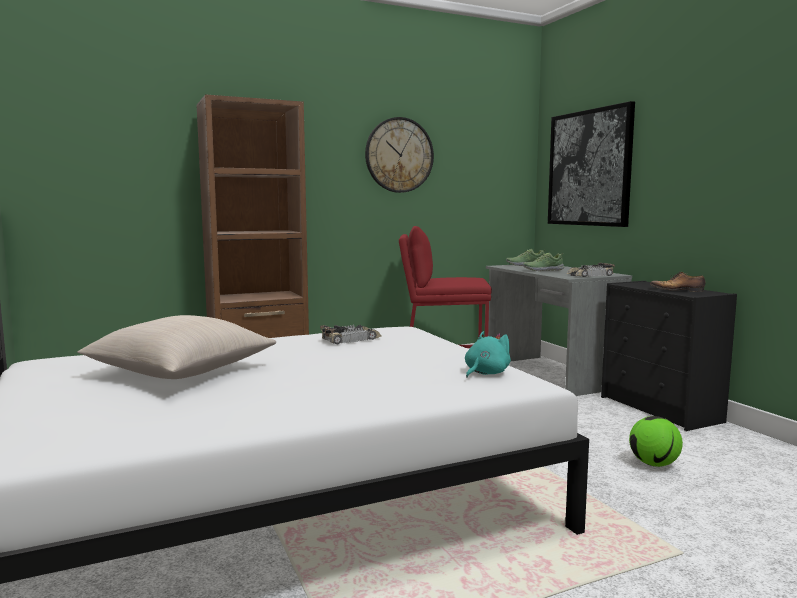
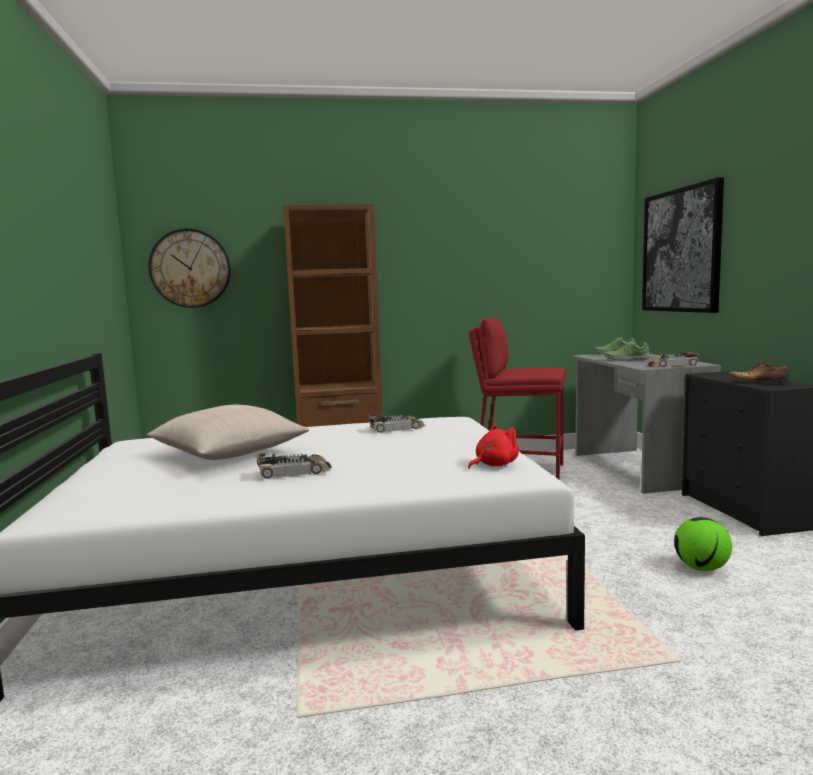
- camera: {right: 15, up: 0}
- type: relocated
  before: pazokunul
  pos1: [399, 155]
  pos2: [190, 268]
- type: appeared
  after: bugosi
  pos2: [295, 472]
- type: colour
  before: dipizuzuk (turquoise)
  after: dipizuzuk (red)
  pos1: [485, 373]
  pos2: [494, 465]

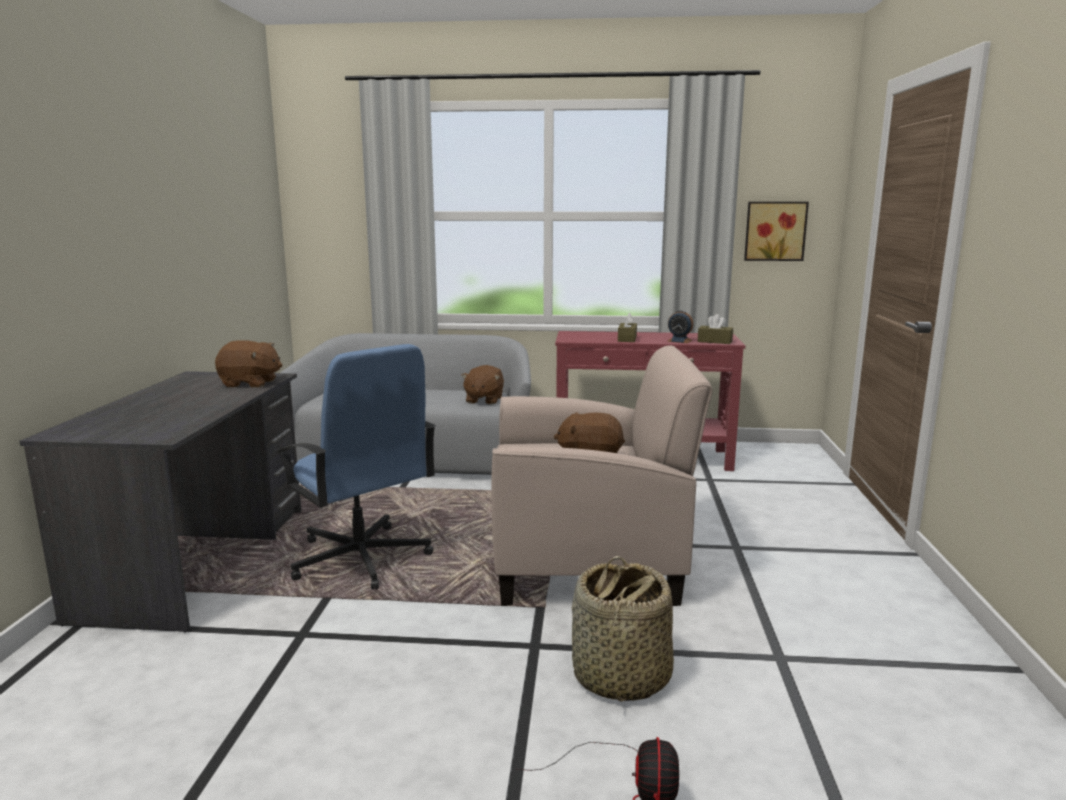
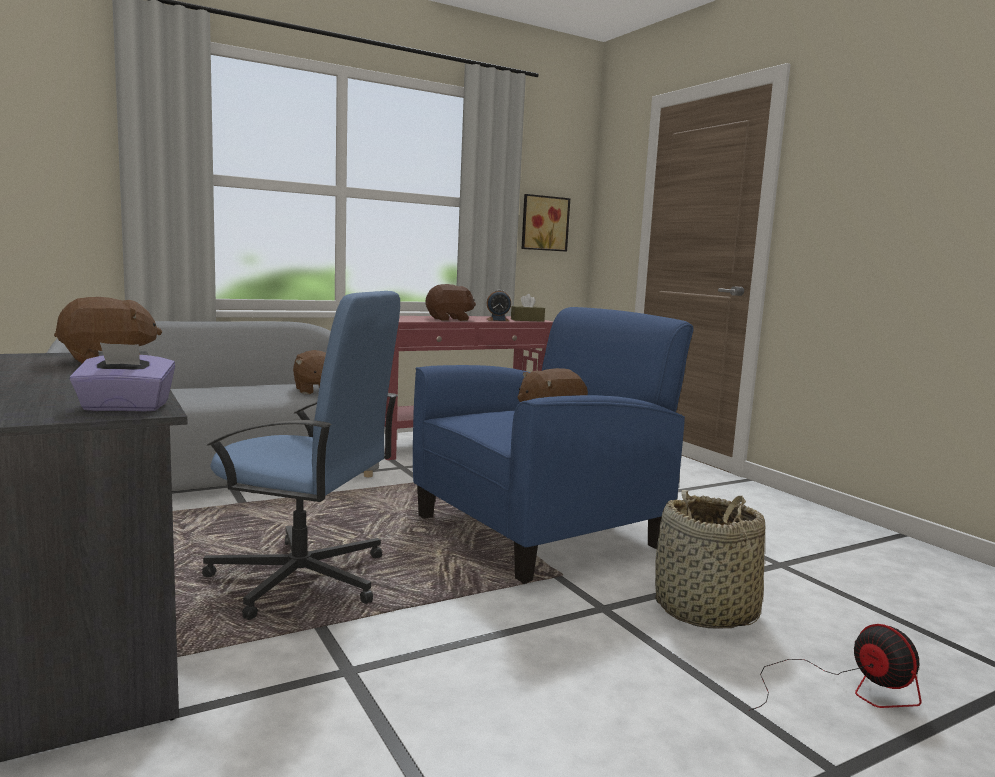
- camera: {right: -35, up: -5}
- type: appeared
  after: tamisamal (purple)
  pos2: [125, 407]
- type: colour
  before: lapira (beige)
  after: lapira (blue)
  pos1: [588, 561]
  pos2: [540, 531]
- type: exchanged
  before: tamisamal (brown)
  after: dipizuzuk (brown)
  pos1: [627, 339]
  pos2: [449, 319]

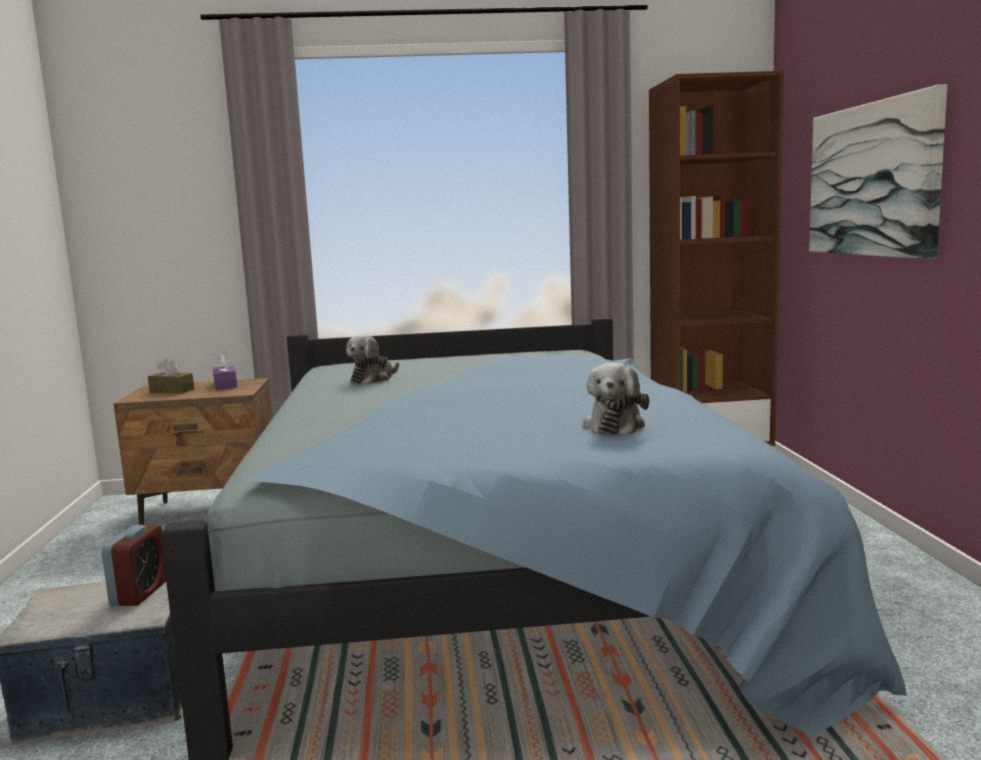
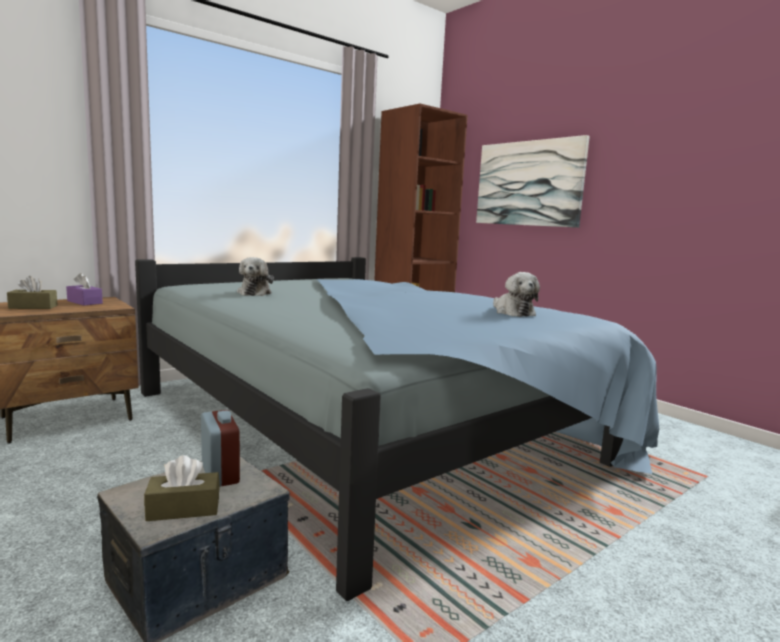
- camera: {right: -35, up: 0}
- type: appeared
  after: tamisamal (brown)
  pos2: [183, 509]

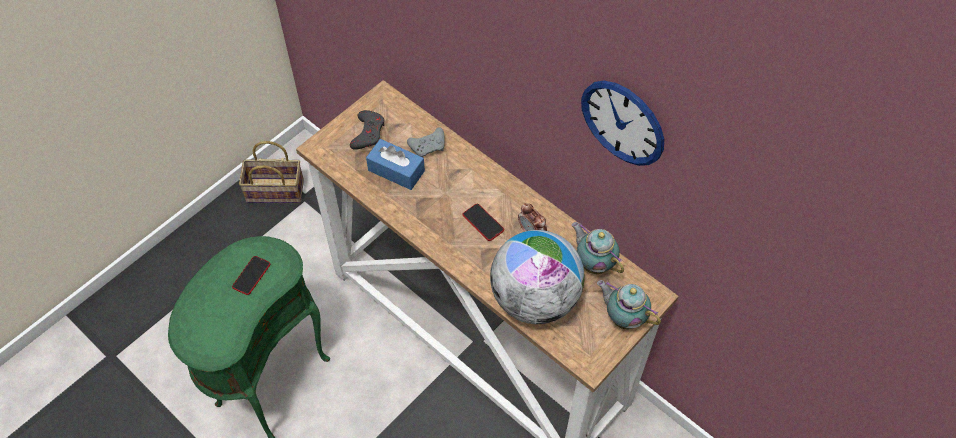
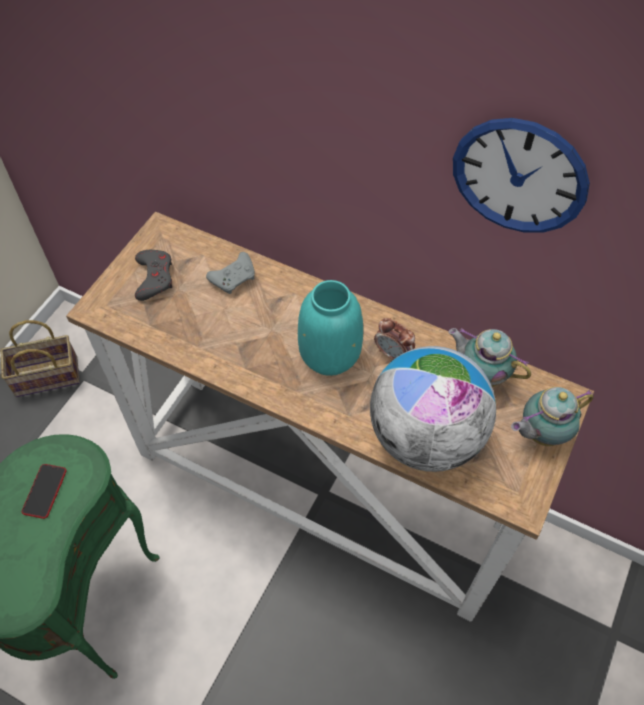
- camera: {right: -15, up: 0}
- type: exchanged
  before: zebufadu
  after: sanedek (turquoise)
  pos1: [483, 222]
  pos2: [330, 355]
- type: spun
  before: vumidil
  pos1: [623, 317]
  pos2: [540, 433]
  turn: -45
- type: missing
  before: tamisamal (blue)
  pos1: [396, 170]

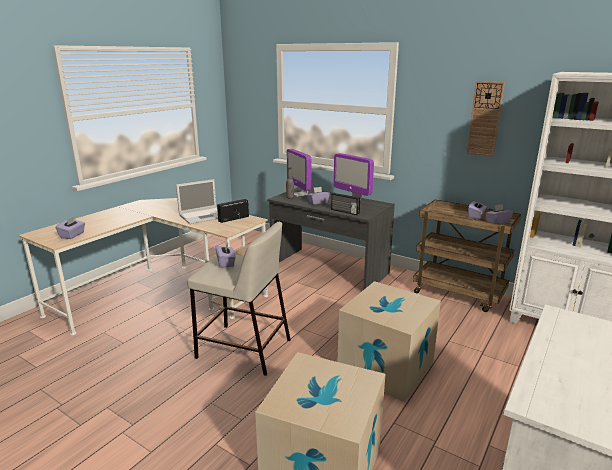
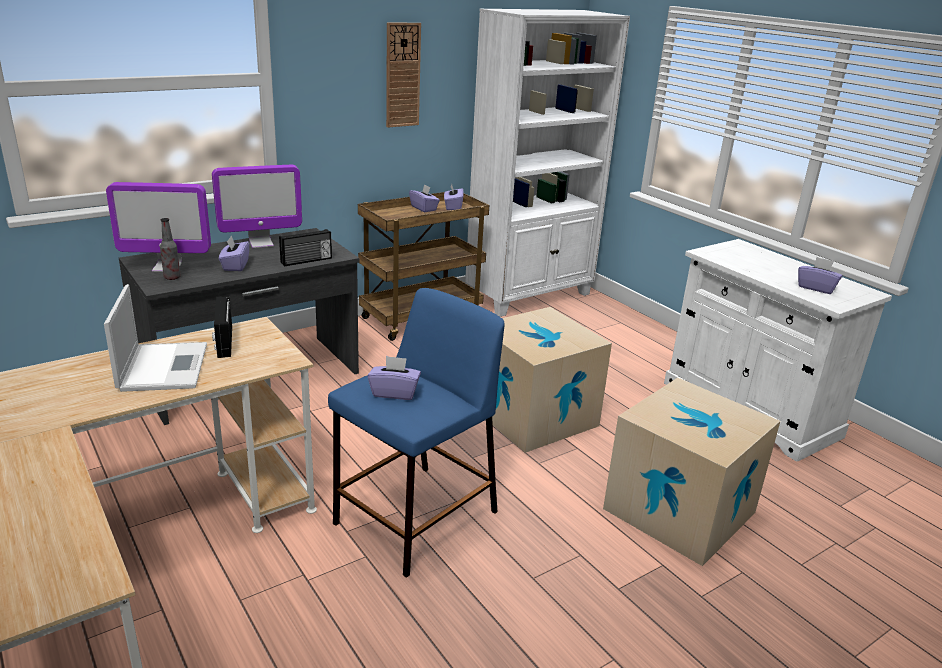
- camera: {right: -70, up: 5}
- type: colour
  before: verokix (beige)
  after: verokix (blue)
  pos1: [242, 348]
  pos2: [415, 519]
- type: relocated
  before: tamisamal (purple)
  pos1: [72, 235]
  pos2: [816, 288]

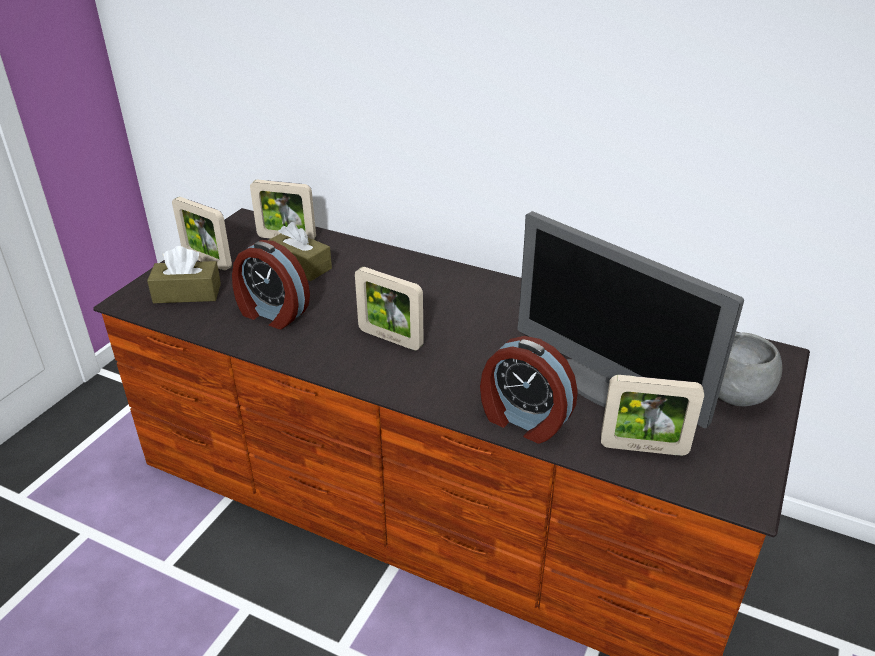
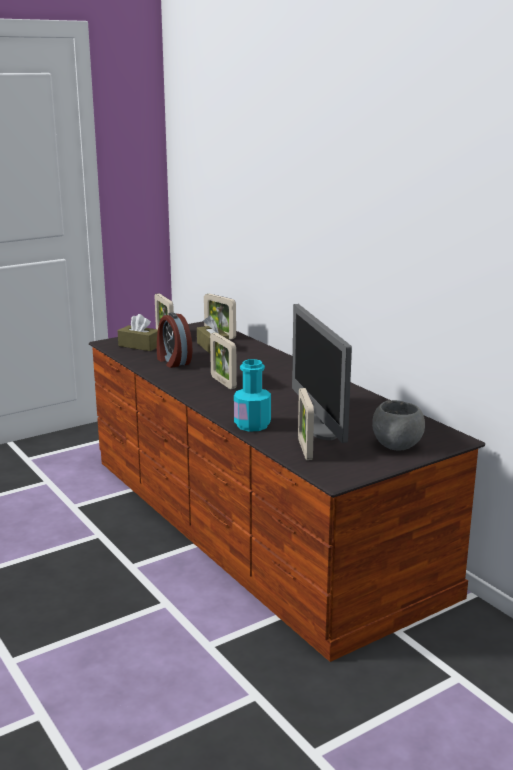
- camera: {right: 30, up: -15}
- type: exchanged
  before: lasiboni
  after: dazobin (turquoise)
  pos1: [523, 420]
  pos2: [252, 425]
- type: spun
  before: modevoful
  pos1: [643, 448]
  pos2: [305, 449]
  turn: 45

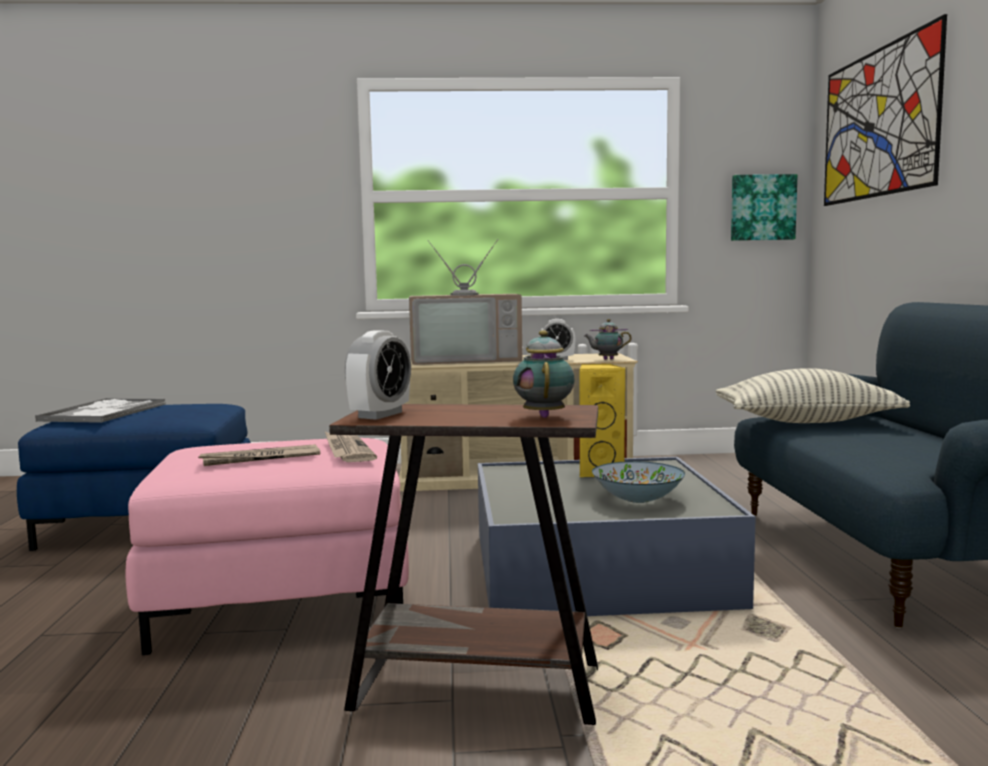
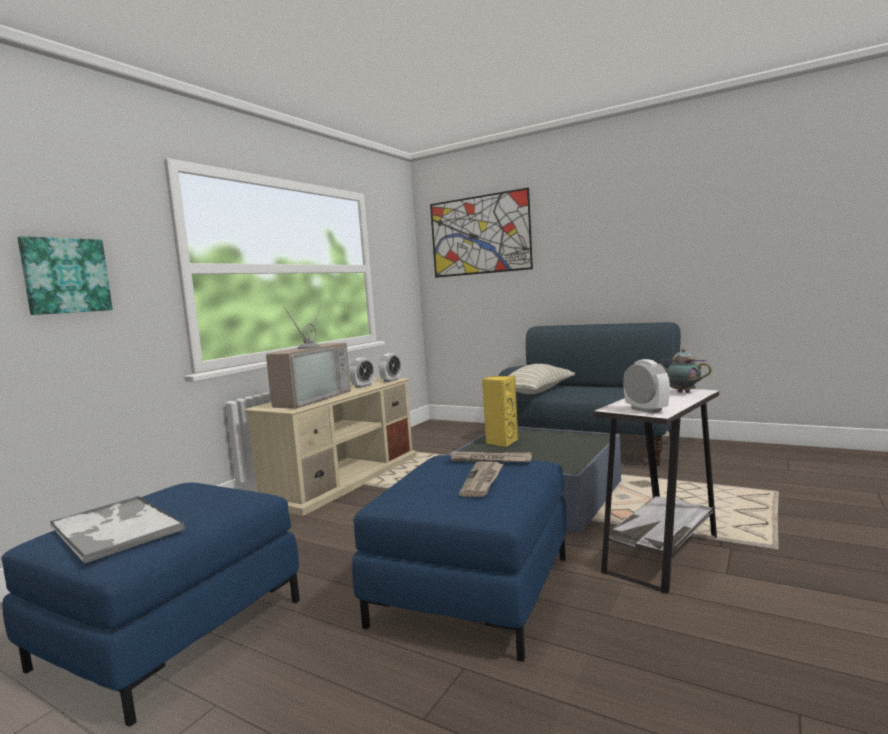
- camera: {right: -55, up: 0}
- type: relocated
  before: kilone
  pos1: [762, 207]
  pos2: [65, 276]
- type: colour
  before: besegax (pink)
  after: besegax (blue)
  pos1: [283, 598]
  pos2: [472, 590]
- type: exchanged
  before: vumidil
  after: lasiboni
  pos1: [606, 359]
  pos2: [391, 380]
- type: colour
  before: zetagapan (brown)
  after: zetagapan (white)
  pos1: [476, 689]
  pos2: [661, 554]
- type: missing
  before: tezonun
  pos1: [638, 499]

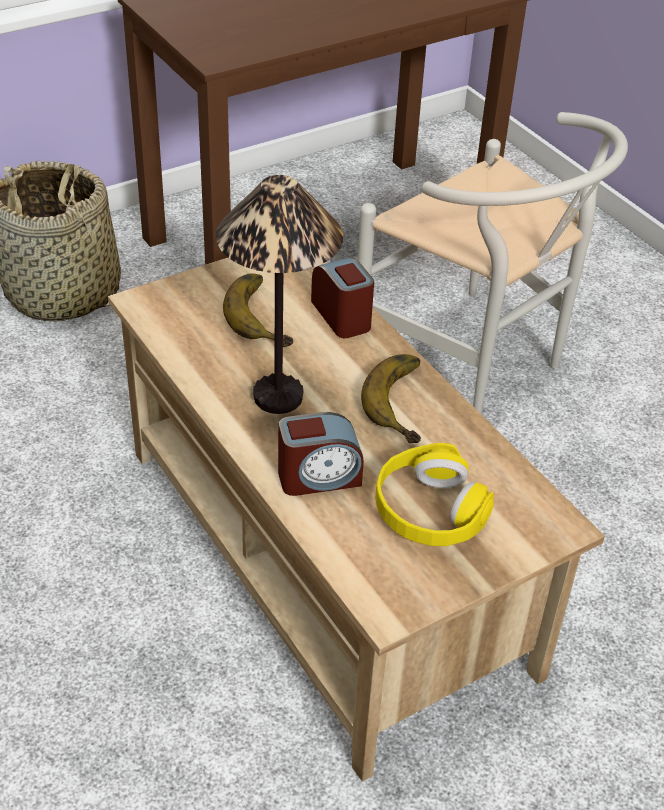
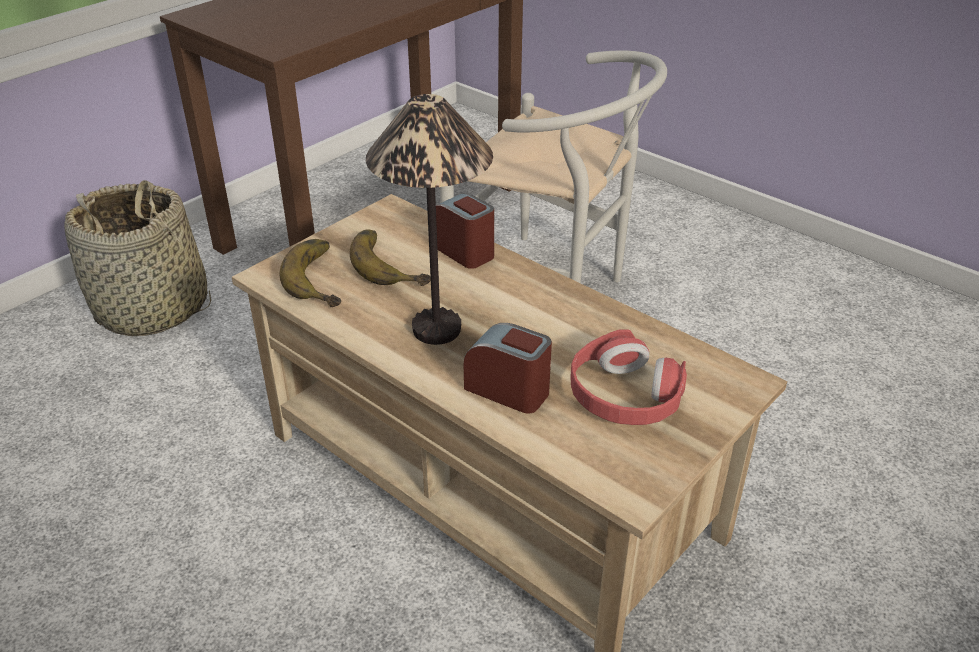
- camera: {right: -15, up: -5}
- type: relocated
  before: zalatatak
  pos1: [407, 402]
  pos2: [324, 277]
- type: spun
  before: lasiboni
  pos1: [319, 477]
  pos2: [508, 390]
  turn: -120
- type: colour
  before: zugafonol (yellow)
  after: zugafonol (red)
  pos1: [429, 510]
  pos2: [624, 395]

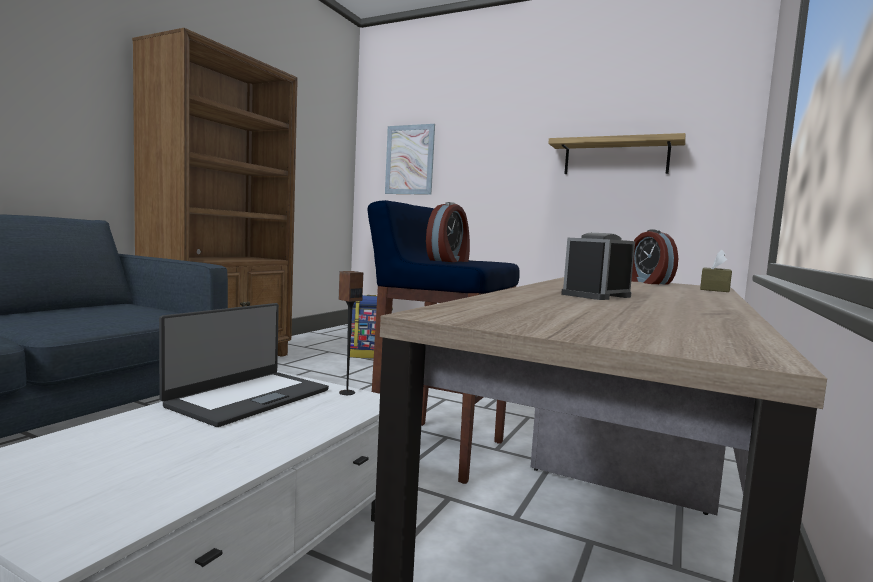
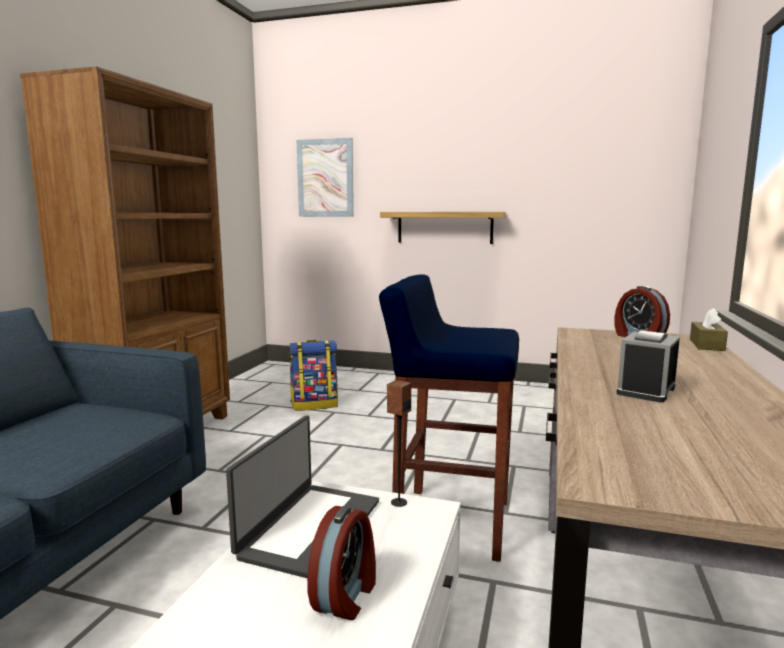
- camera: {right: -10, up: 5}
- type: relocated
  before: lasiboni
  pos1: [449, 260]
  pos2: [346, 596]
- type: relocated
  before: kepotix
  pos1: [615, 157]
  pos2: [444, 227]

